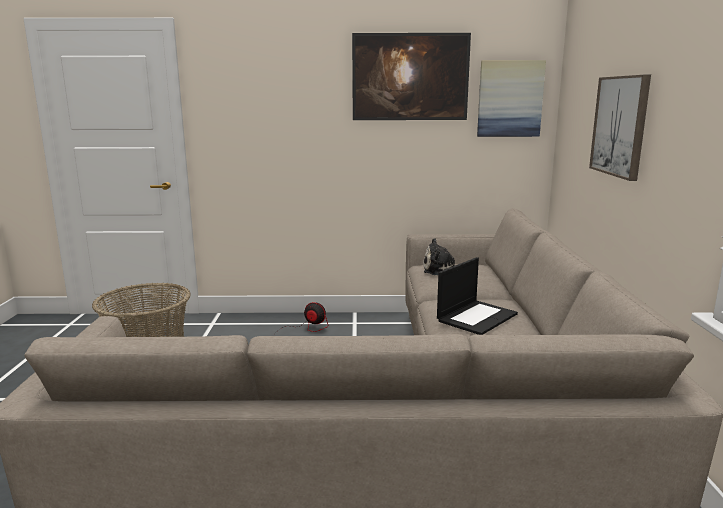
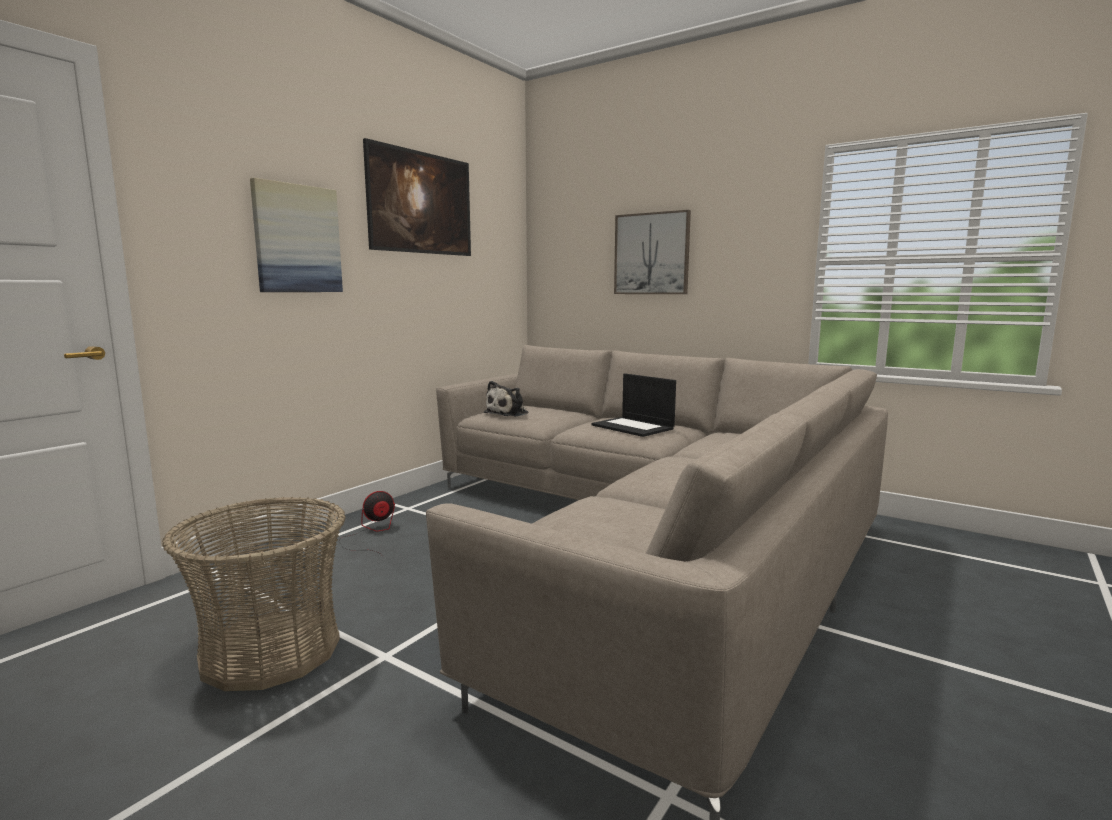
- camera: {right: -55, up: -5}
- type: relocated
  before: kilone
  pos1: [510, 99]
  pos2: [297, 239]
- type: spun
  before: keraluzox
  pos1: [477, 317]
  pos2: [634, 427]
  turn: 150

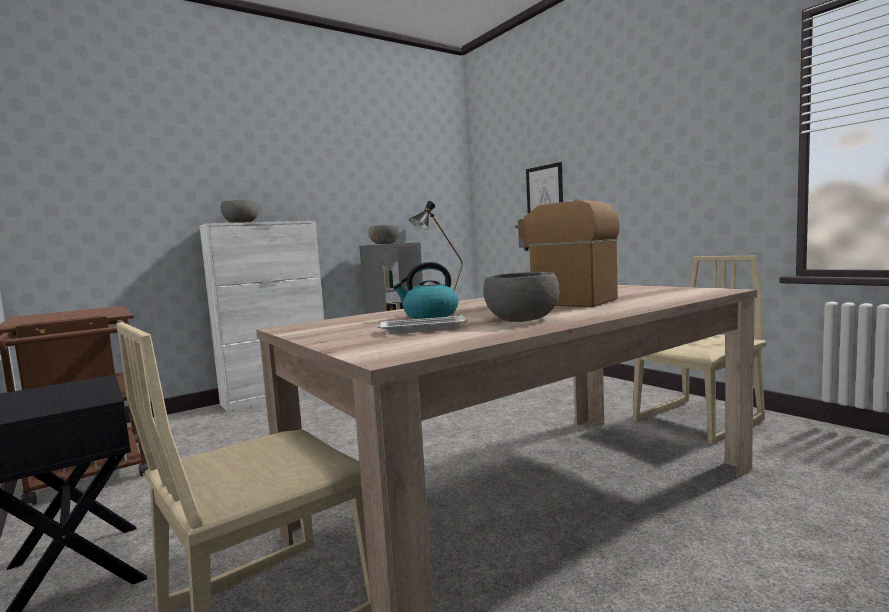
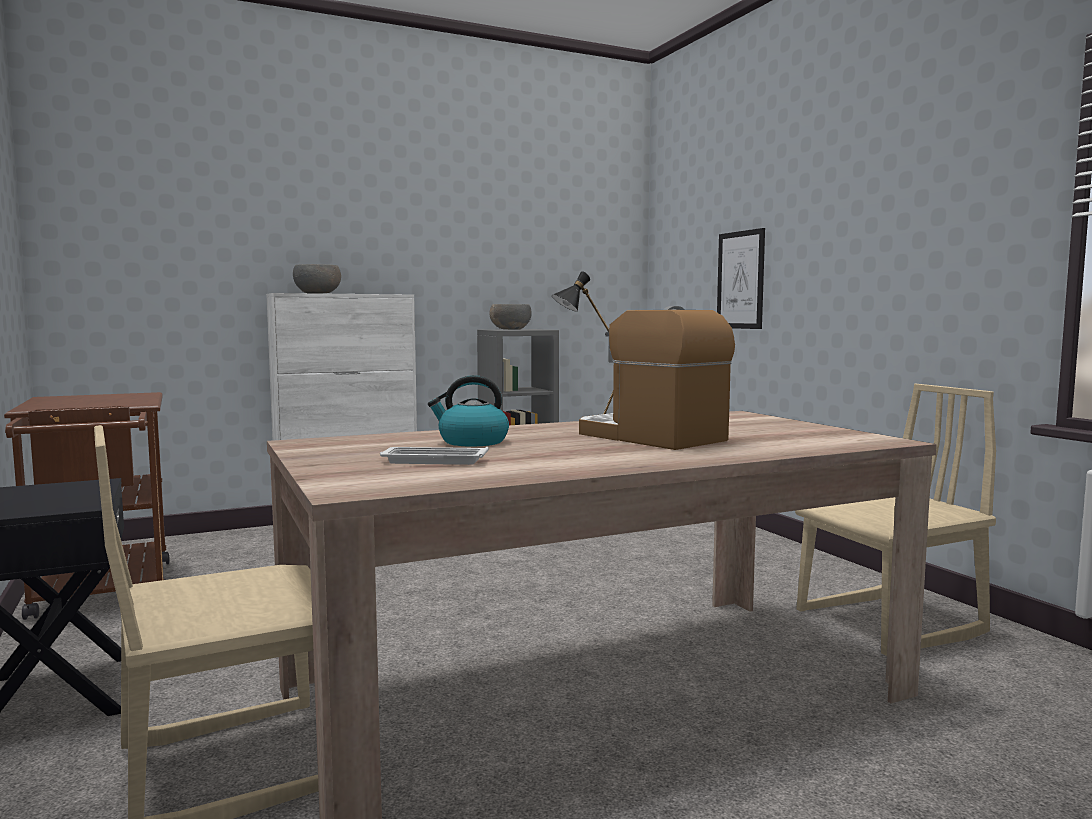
- camera: {right: 10, up: 0}
- type: missing
  before: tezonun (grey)
  pos1: [522, 319]

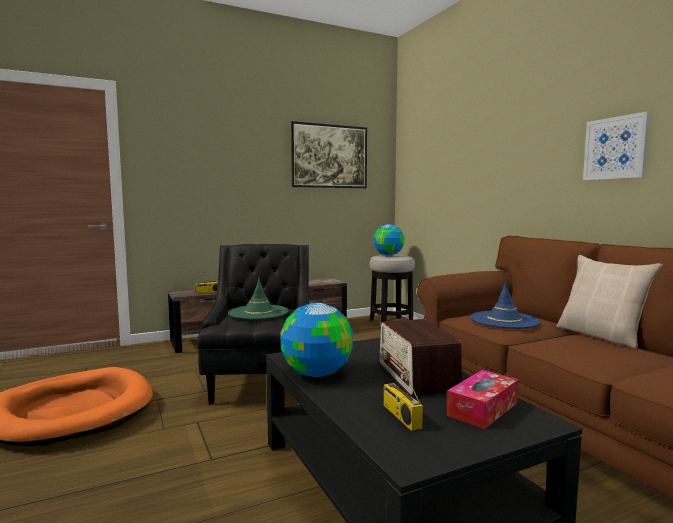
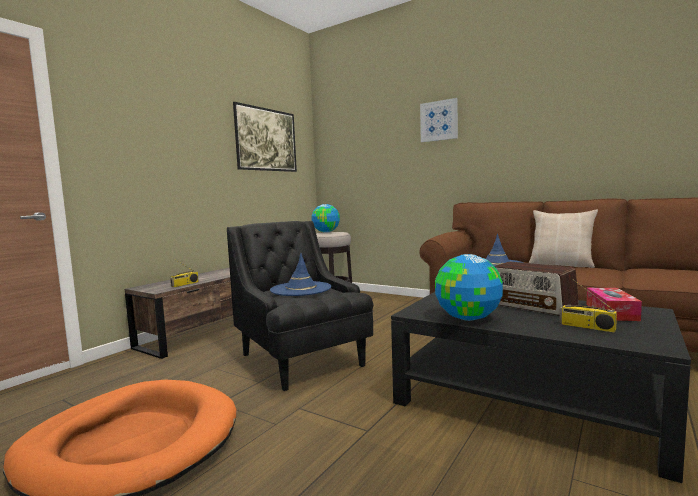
- camera: {right: -30, up: 0}
- type: colour
  before: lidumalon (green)
  after: lidumalon (blue)
  pos1: [258, 312]
  pos2: [301, 289]
- type: relocated
  before: kilone
  pos1: [615, 148]
  pos2: [439, 121]

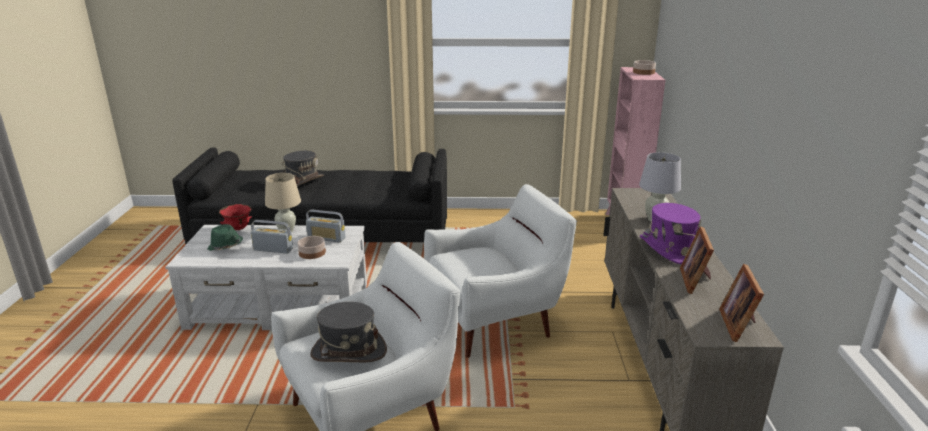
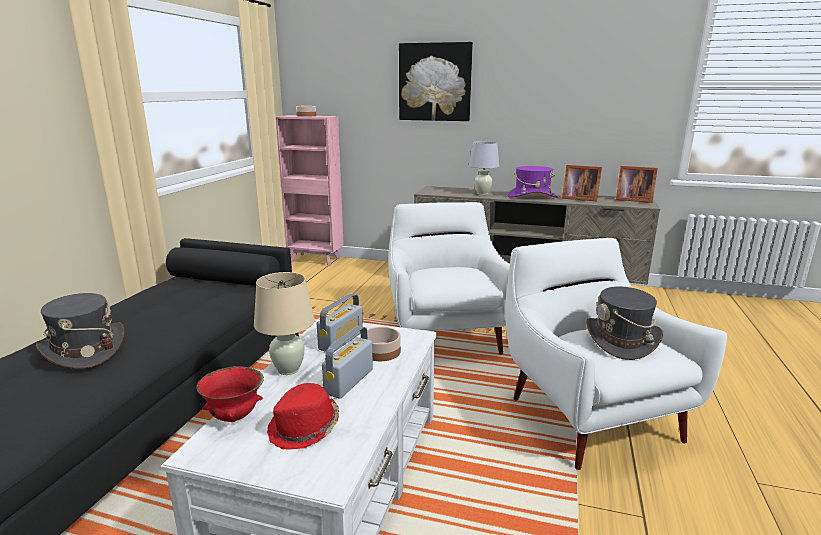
- camera: {right: -75, up: -5}
- type: colour
  before: lidumalon (green)
  after: lidumalon (red)
  pos1: [225, 247]
  pos2: [305, 429]
- type: appeared
  after: kilone
  pos2: [435, 82]

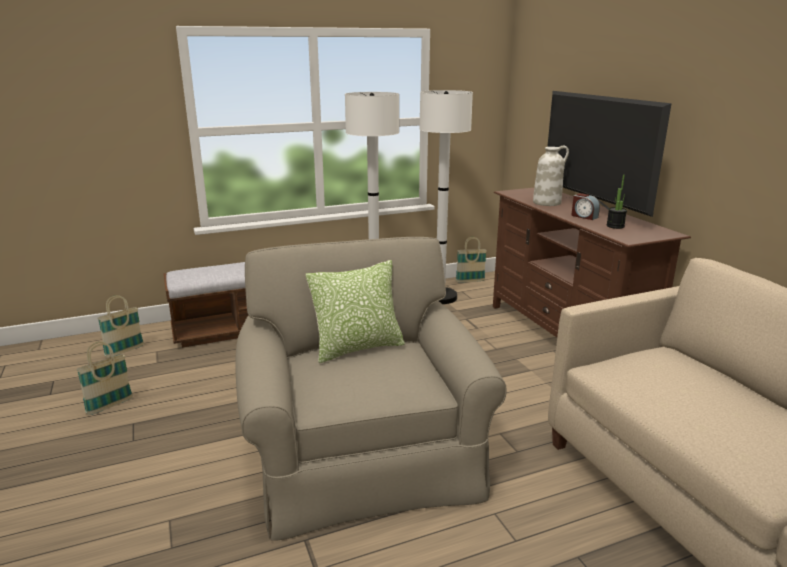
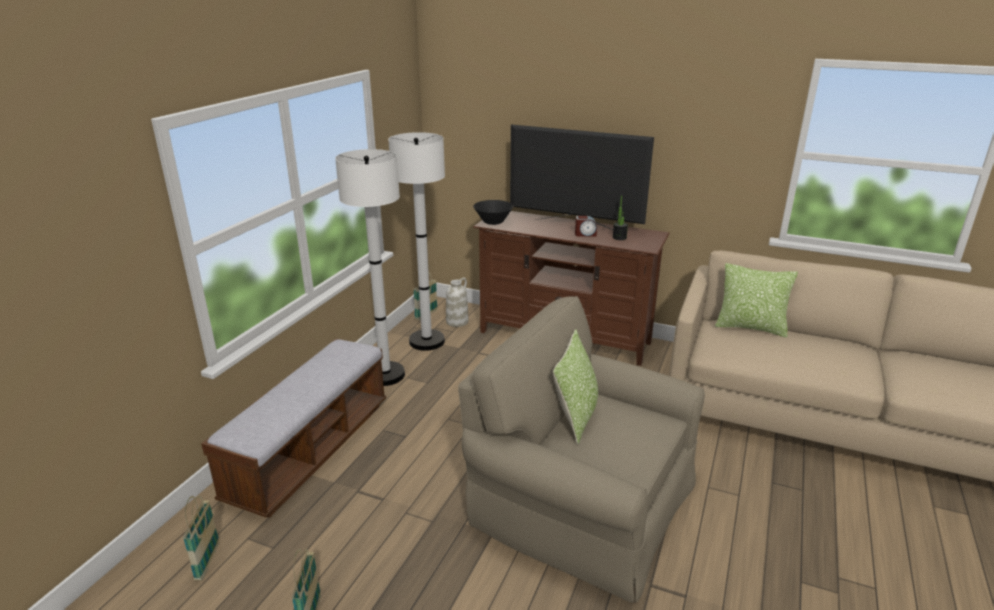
- camera: {right: -45, up: 5}
- type: relocated
  before: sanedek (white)
  pos1: [547, 202]
  pos2: [457, 321]
- type: appeared
  after: tezonun (black)
  pos2: [493, 222]
- type: appeared
  after: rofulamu
  pos2: [750, 327]

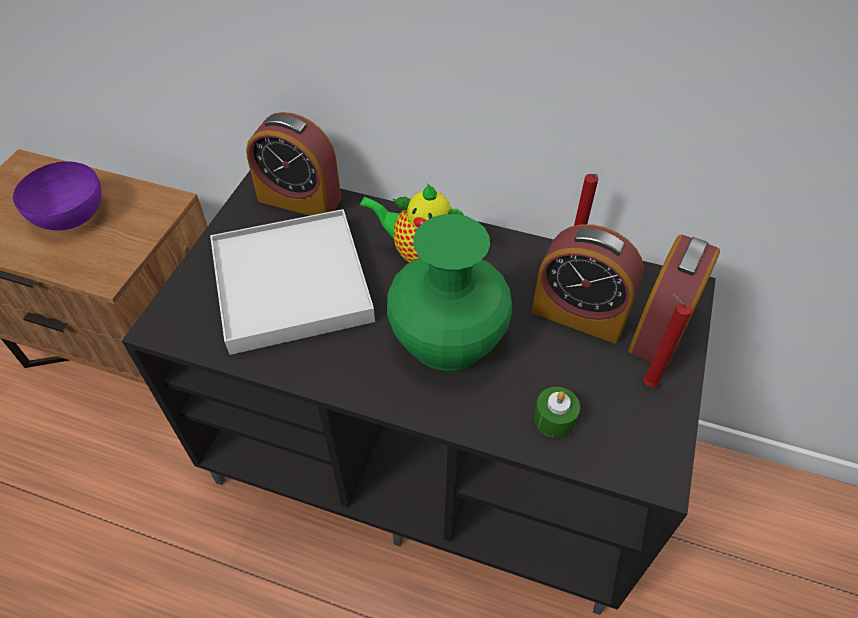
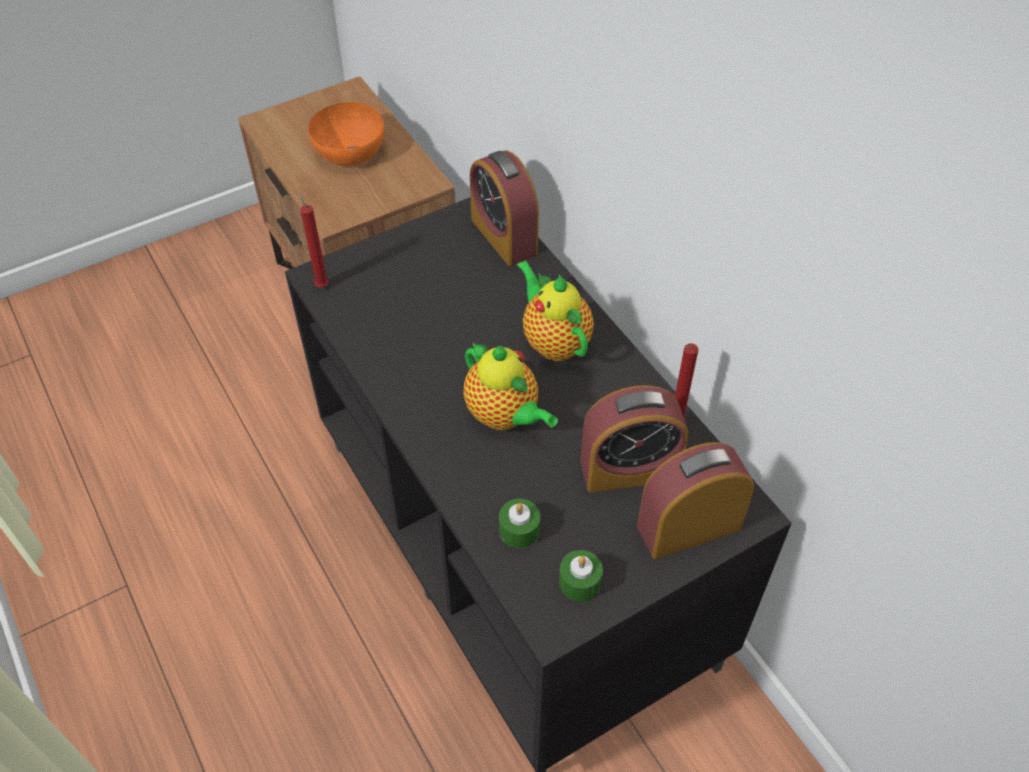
- camera: {right: 40, up: 0}
- type: relocated
  before: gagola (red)
  pos1: [646, 382]
  pos2: [321, 284]
- type: colour
  before: tezonun (purple)
  after: tezonun (orange)
  pos1: [69, 214]
  pos2: [349, 152]
- type: exchanged
  before: sanedek (green)
  after: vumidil
  pos1: [447, 337]
  pos2: [505, 416]
- type: appeared
  after: gagola (green)
  pos2: [579, 582]
- type: spun
  before: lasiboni
  pos1: [579, 314]
  pos2: [629, 469]
  turn: -75
- type: missing
  before: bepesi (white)
  pos1: [292, 284]

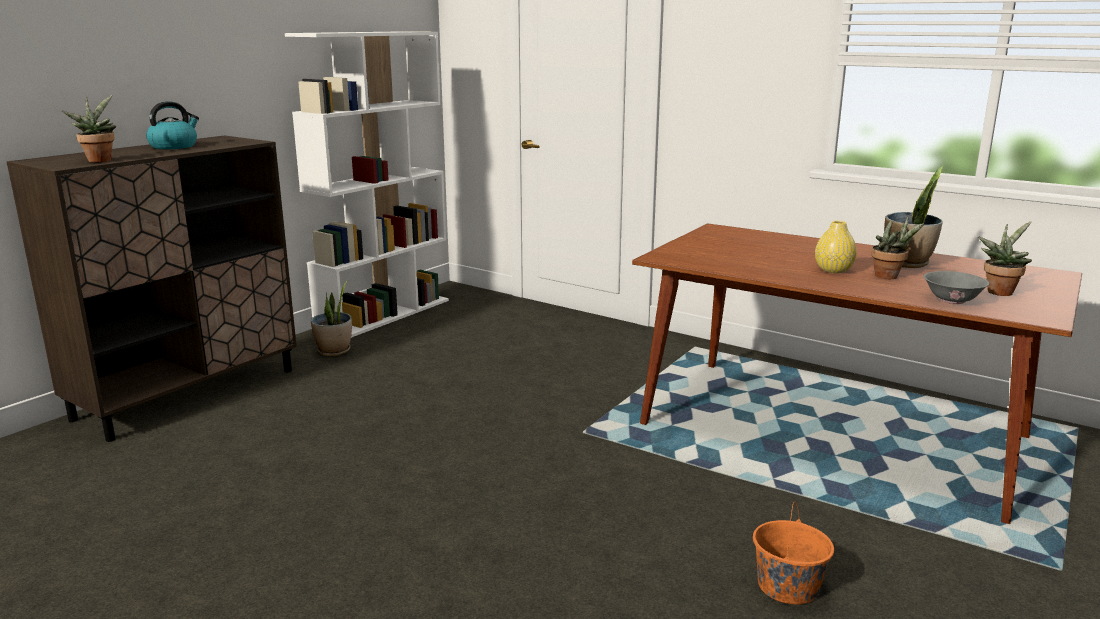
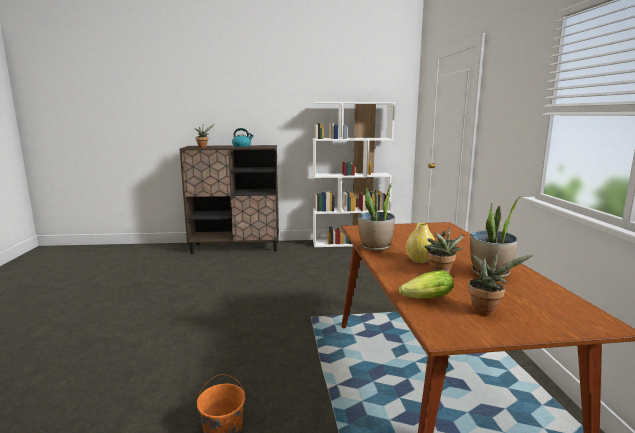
- camera: {right: 50, up: -5}
- type: relocated
  before: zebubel
  pos1: [334, 351]
  pos2: [375, 247]
- type: exchanged
  before: tezonun (grey)
  after: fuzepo
  pos1: [952, 300]
  pos2: [424, 299]

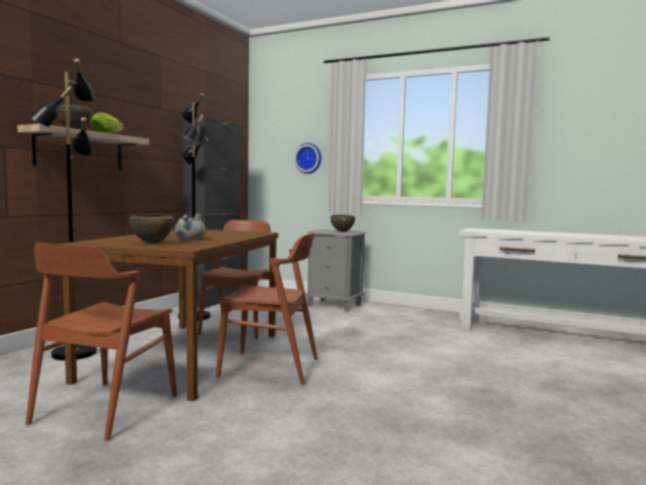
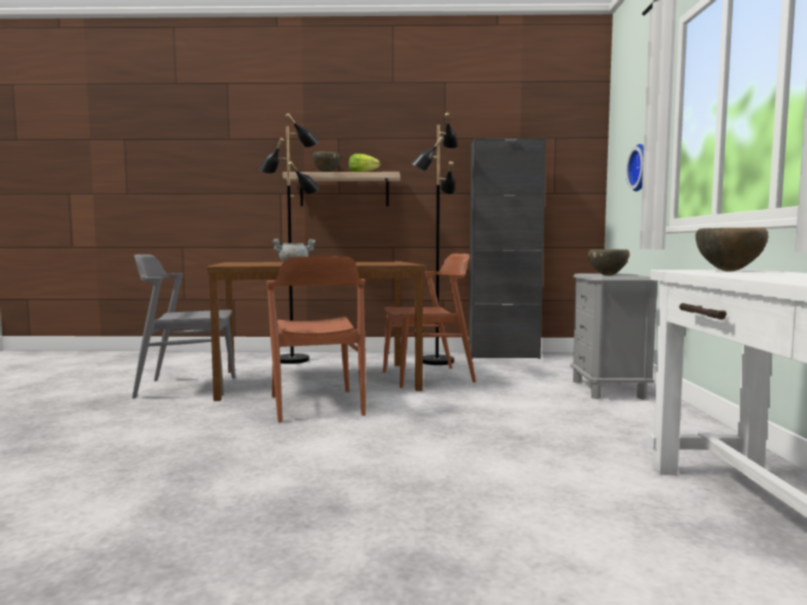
- camera: {right: 65, up: 0}
- type: colour
  before: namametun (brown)
  after: namametun (grey)
  pos1: [105, 409]
  pos2: [186, 387]
- type: relocated
  before: tezonun (brown)
  pos1: [153, 243]
  pos2: [729, 271]

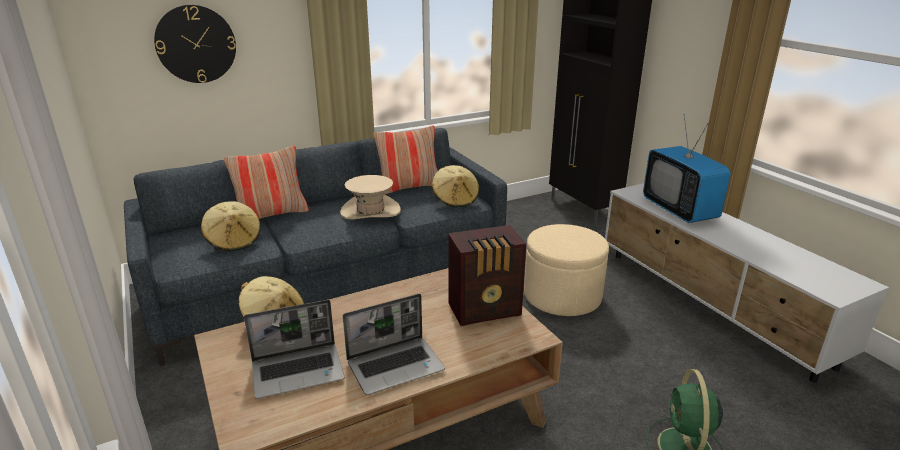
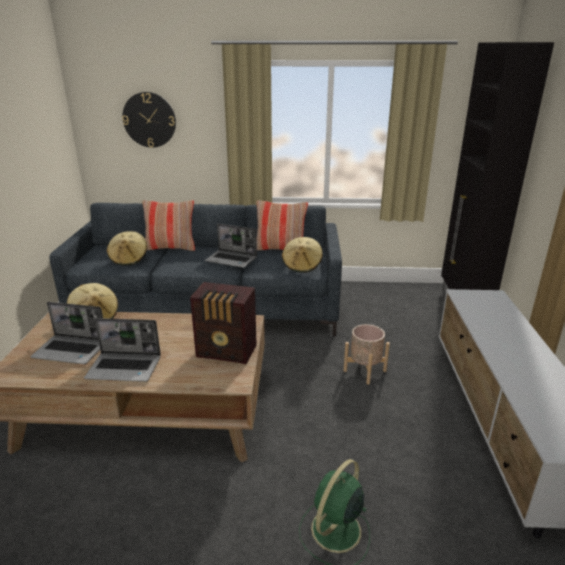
- camera: {right: 30, up: 0}
- type: exchanged
  before: lidumalon (beige)
  after: keraluzox
  pos1: [370, 211]
  pos2: [232, 260]
- type: exchanged
  before: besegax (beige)
  after: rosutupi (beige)
  pos1: [562, 296]
  pos2: [364, 370]
- type: missing
  before: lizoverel
  pos1: [679, 210]

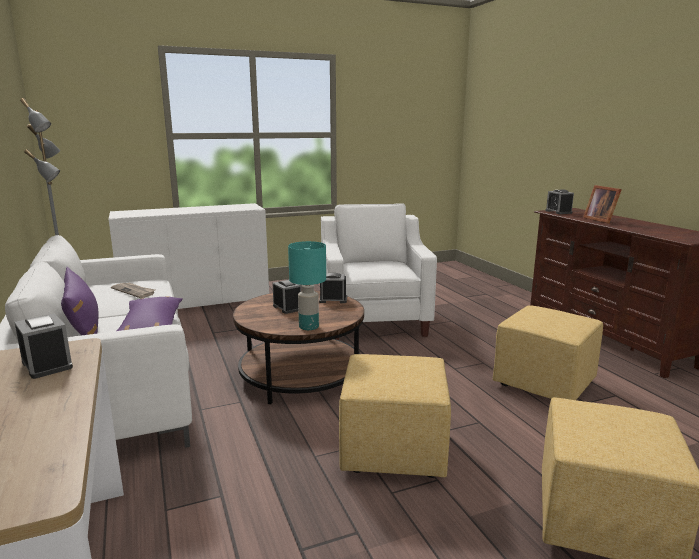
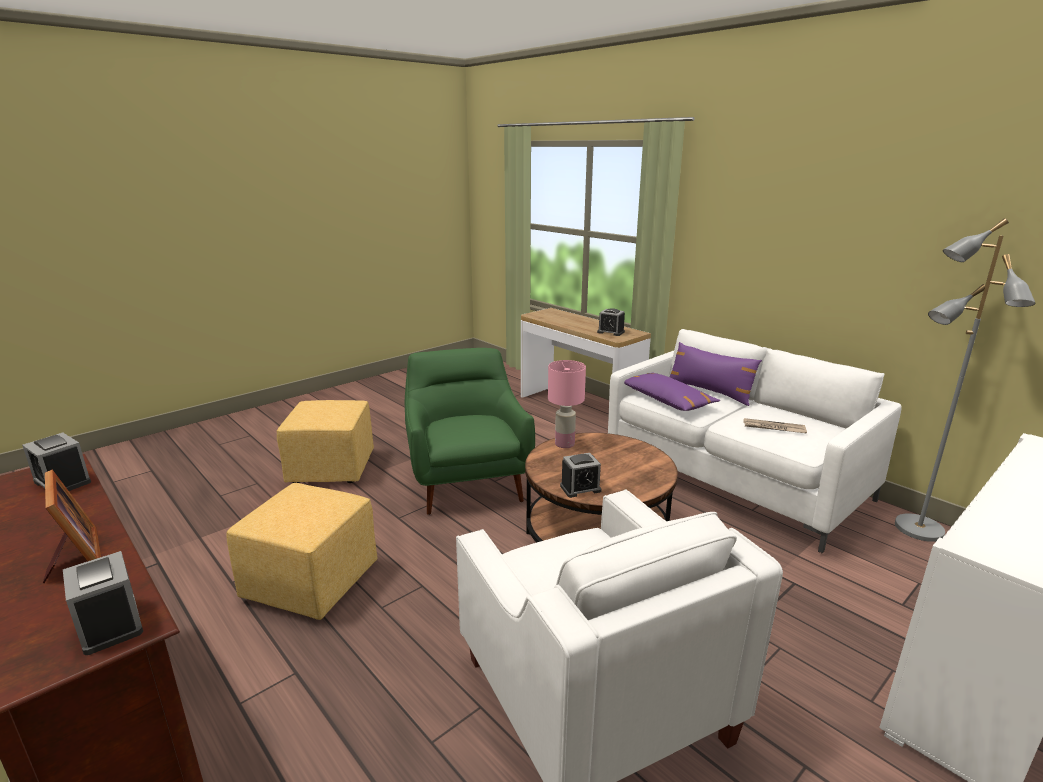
- camera: {right: 160, up: 5}
- type: relocated
  before: lasiboni
  pos1: [287, 308]
  pos2: [62, 482]
- type: exchanged
  before: besegax (yellow)
  after: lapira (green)
  pos1: [393, 451]
  pos2: [467, 482]
- type: colour
  before: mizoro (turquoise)
  after: mizoro (pink)
  pos1: [309, 327]
  pos2: [564, 444]

